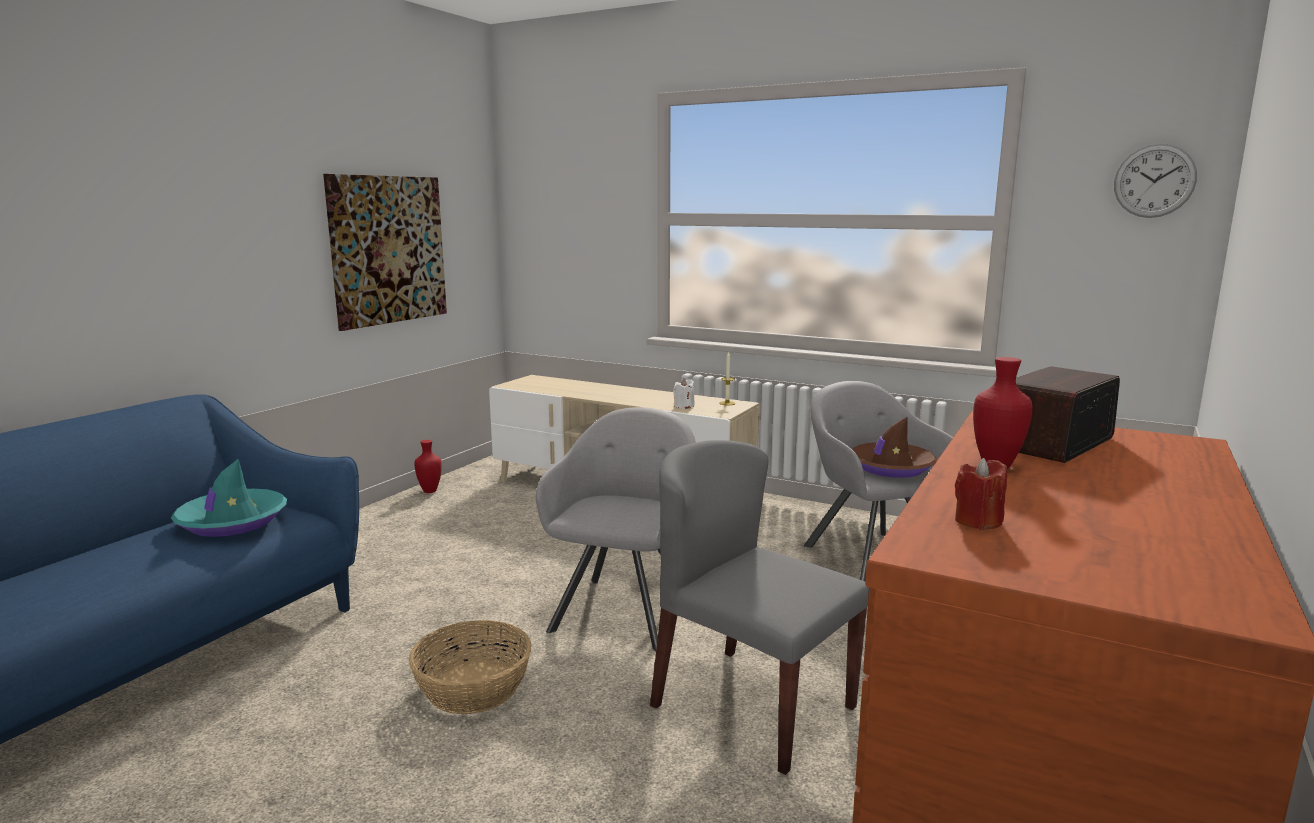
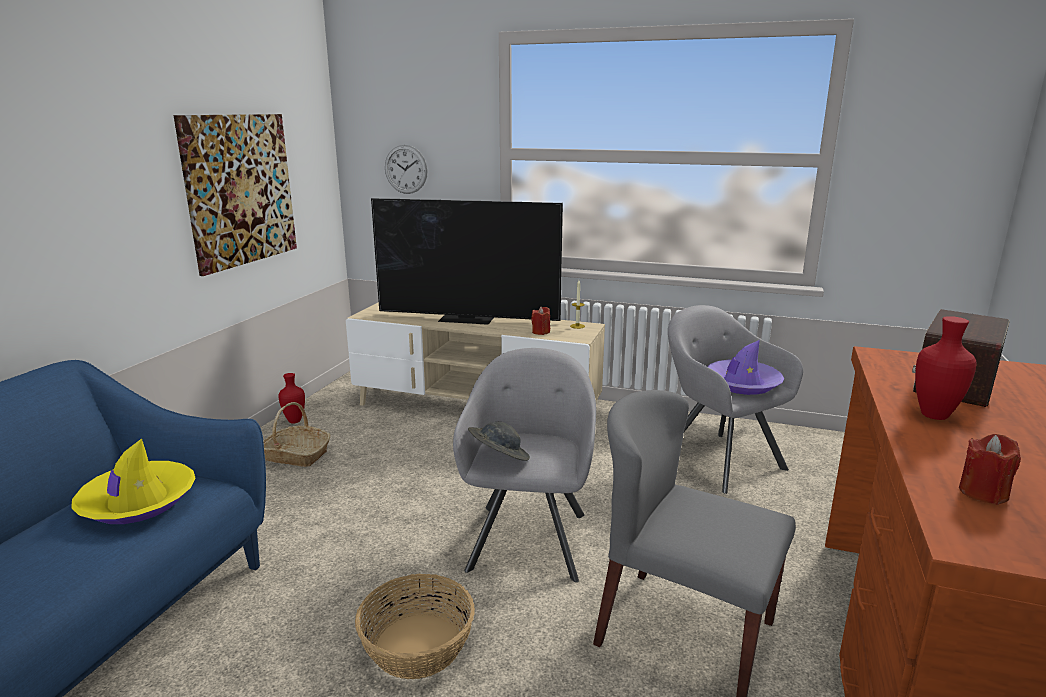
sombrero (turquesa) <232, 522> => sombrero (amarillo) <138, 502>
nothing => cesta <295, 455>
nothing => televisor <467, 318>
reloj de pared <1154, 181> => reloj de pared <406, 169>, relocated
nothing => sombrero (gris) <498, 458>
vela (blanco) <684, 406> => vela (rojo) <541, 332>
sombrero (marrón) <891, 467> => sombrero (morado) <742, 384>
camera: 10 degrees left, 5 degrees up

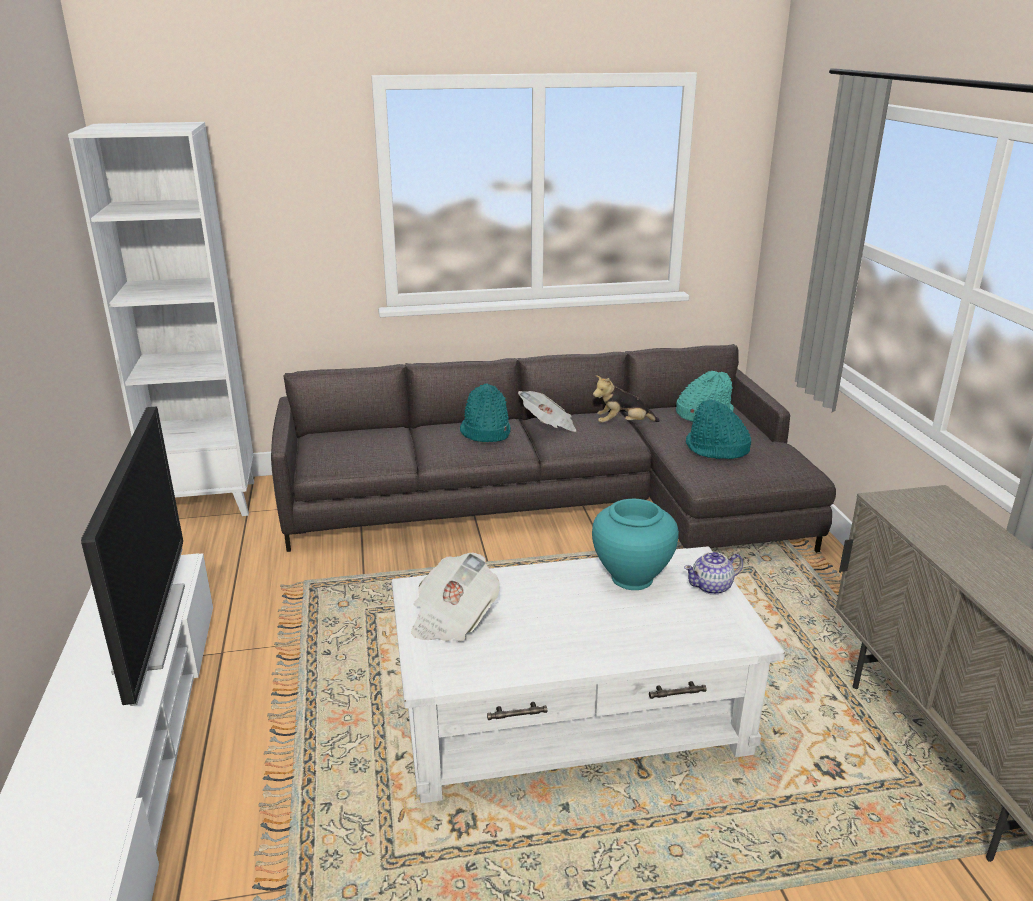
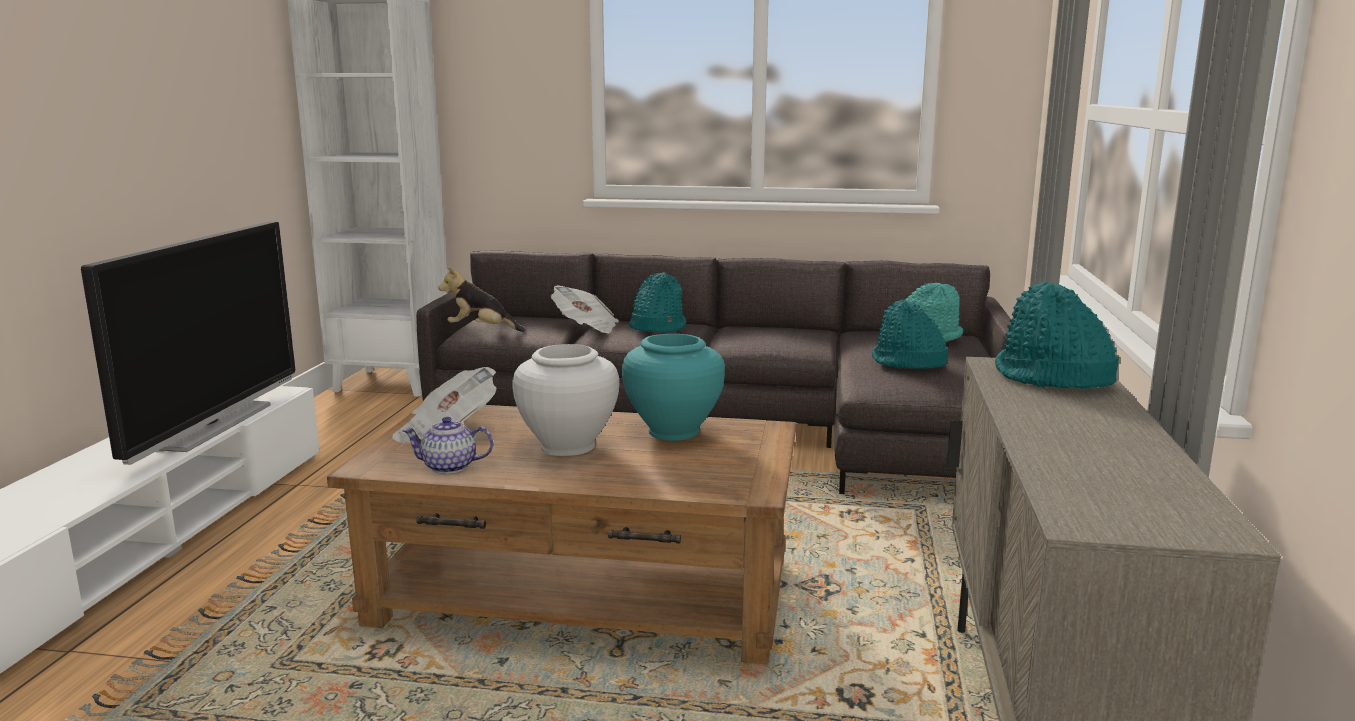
mesa de centro (blanco) <573, 718> => mesa de centro (marrón) <585, 593>
tetera <712, 587> => tetera <450, 467>, relocated
peluche <622, 424> => peluche <481, 330>, relocated
nothing => florero (blanco) <568, 446>
periódico <548, 426> => periódico <586, 327>, relocated
nothing => sombrero (turquesa) <1051, 378>
camera: 20 degrees right, 10 degrees down

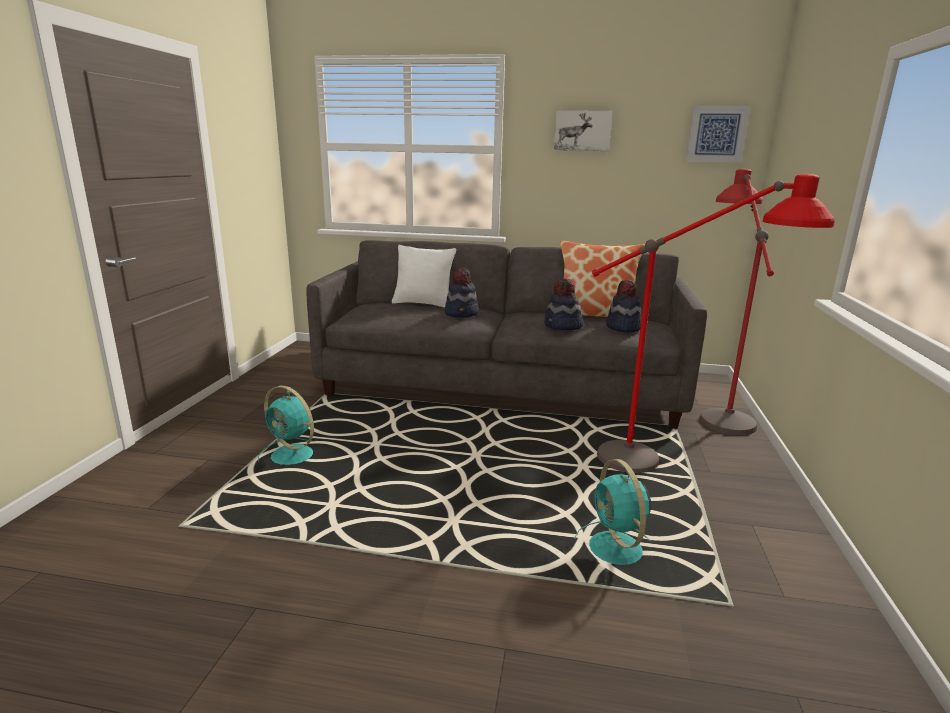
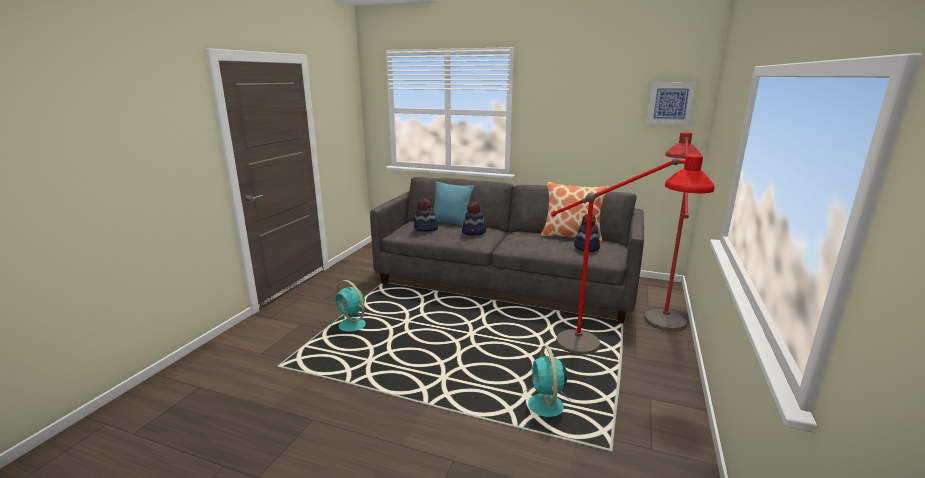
sombrero <563, 326> => sombrero <425, 229>, relocated
cojín (blanco) <423, 304> => cojín (turquesa) <451, 223>
cuadro <582, 131> => nothing
camera: 10 degrees right, 0 degrees up

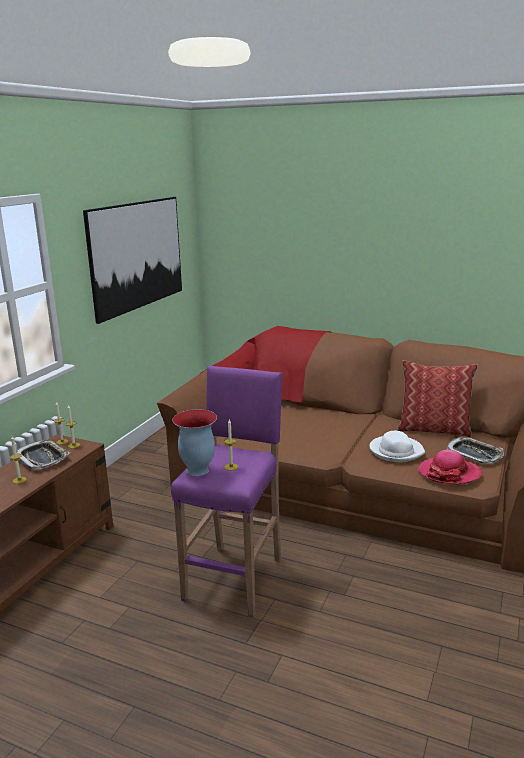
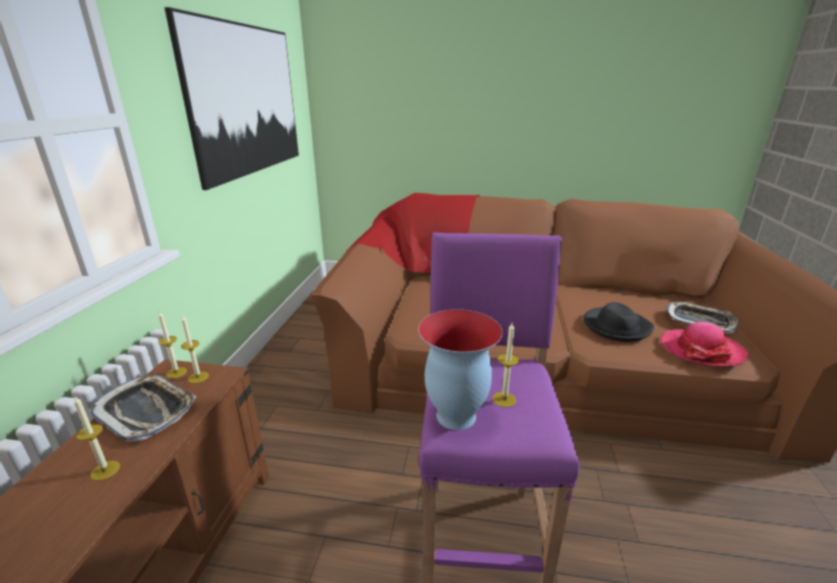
sombrero (blanco) <396, 451> => sombrero (negro) <616, 327>
cojín <434, 429> => nothing
camera: 15 degrees left, 5 degrees up

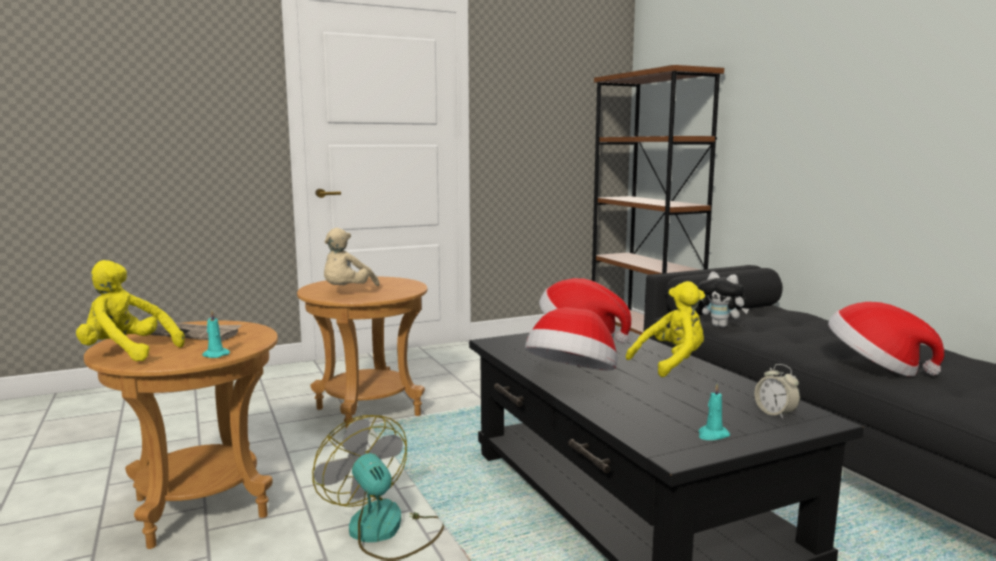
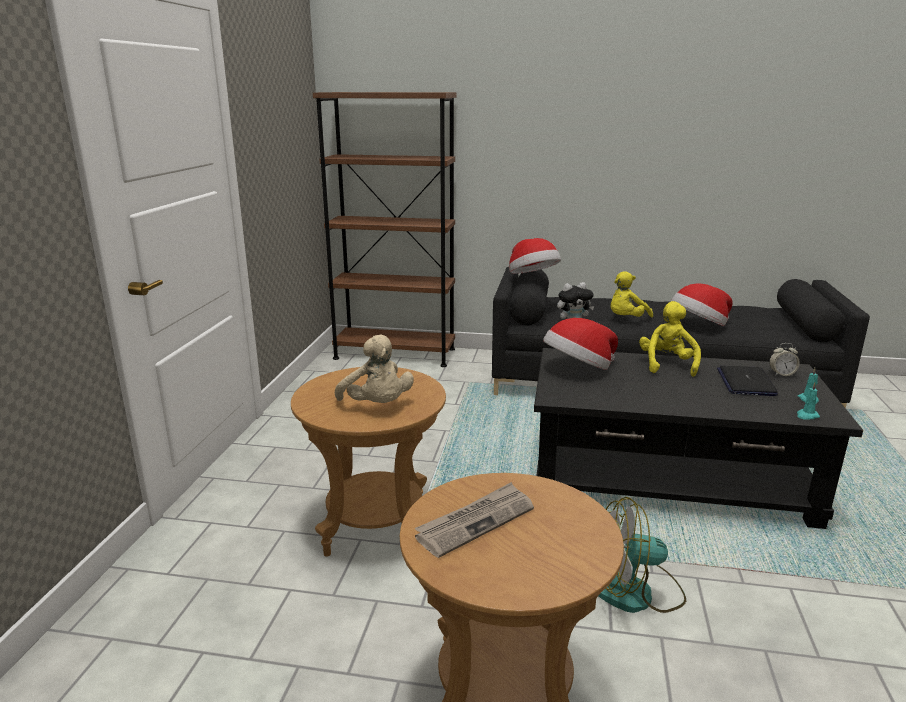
sombrero <572, 378> => sombrero <532, 277>, relocated
peluche (amarillo) <126, 353> => peluche (amarillo) <626, 319>, relocated
nothing => portátil <745, 382>
vela (turquesa) <215, 355> => vela (turquesa) <807, 416>, relocated
camera: 55 degrees left, 10 degrees up

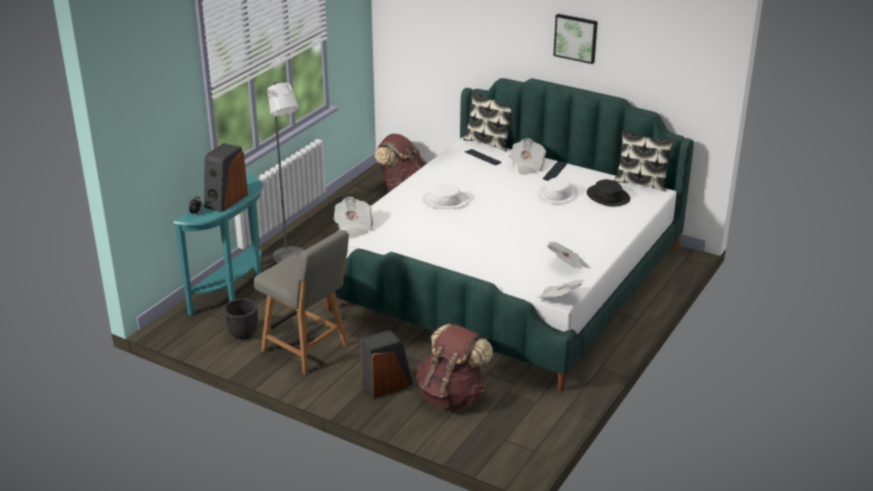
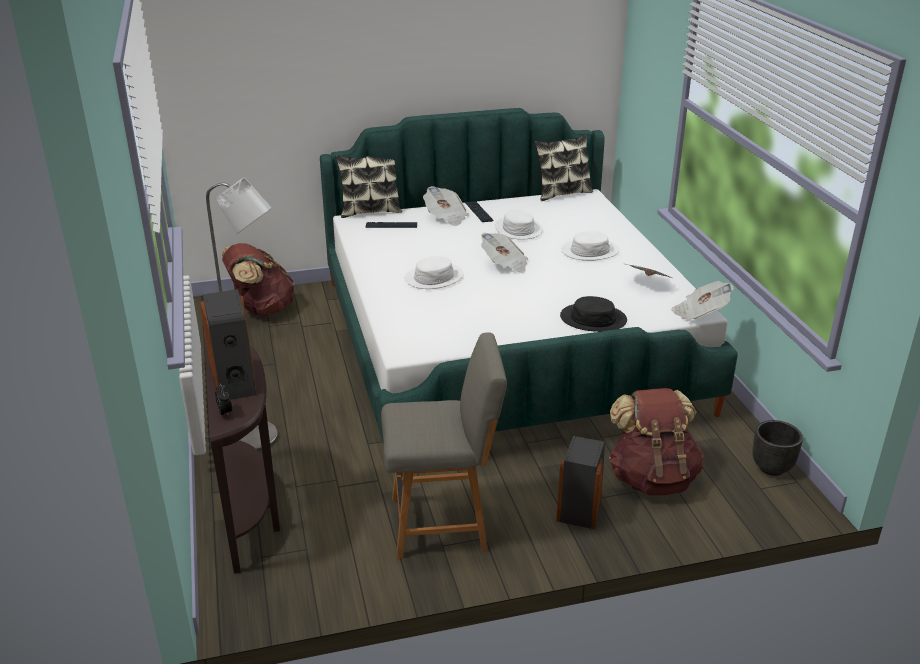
mesa consola (turquesa) <235, 292> => mesa consola (marrón) <252, 511>
periódico <354, 227> => periódico <505, 265>, relocated
sombrero (negro) <608, 196> => sombrero (negro) <593, 319>, relocated
nothing => sombrero (blanco) <589, 251>
maceta (negro) <243, 333> => maceta (negro) <771, 467>, relocated
cuadro <576, 38> => nothing
camera: 45 degrees left, 0 degrees up

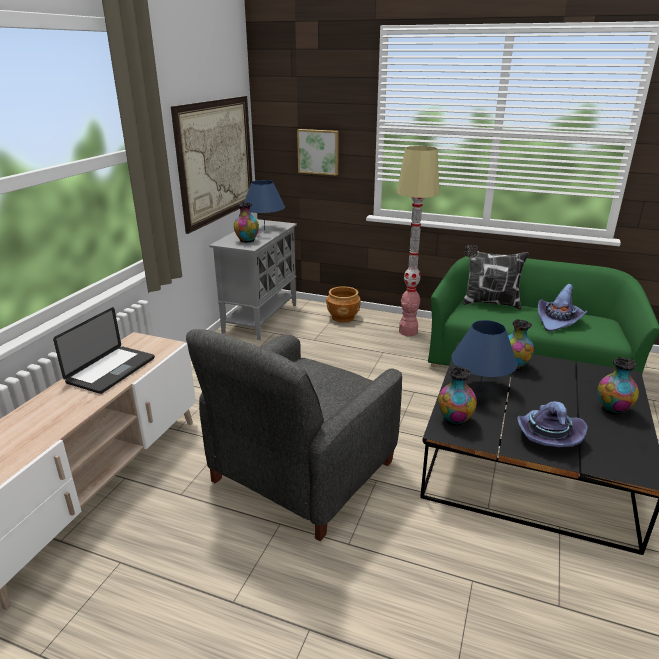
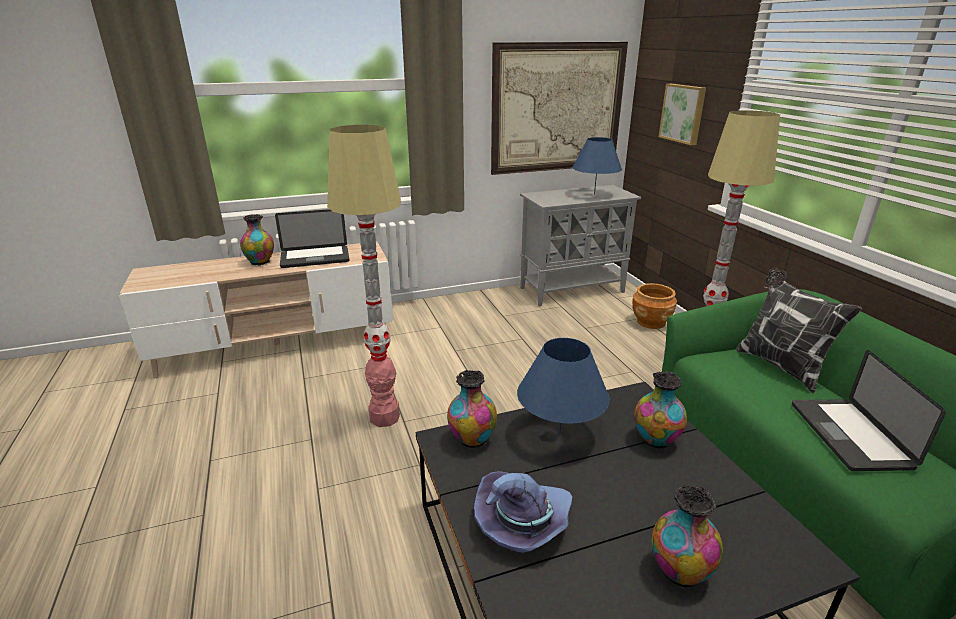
florero <247, 241> => florero <260, 262>, relocated
sillón (gris) <301, 472> => lámpara de pie <384, 417>
sombrero (morado) <558, 321> => portátil <849, 435>
camera: 50 degrees right, 0 degrees up

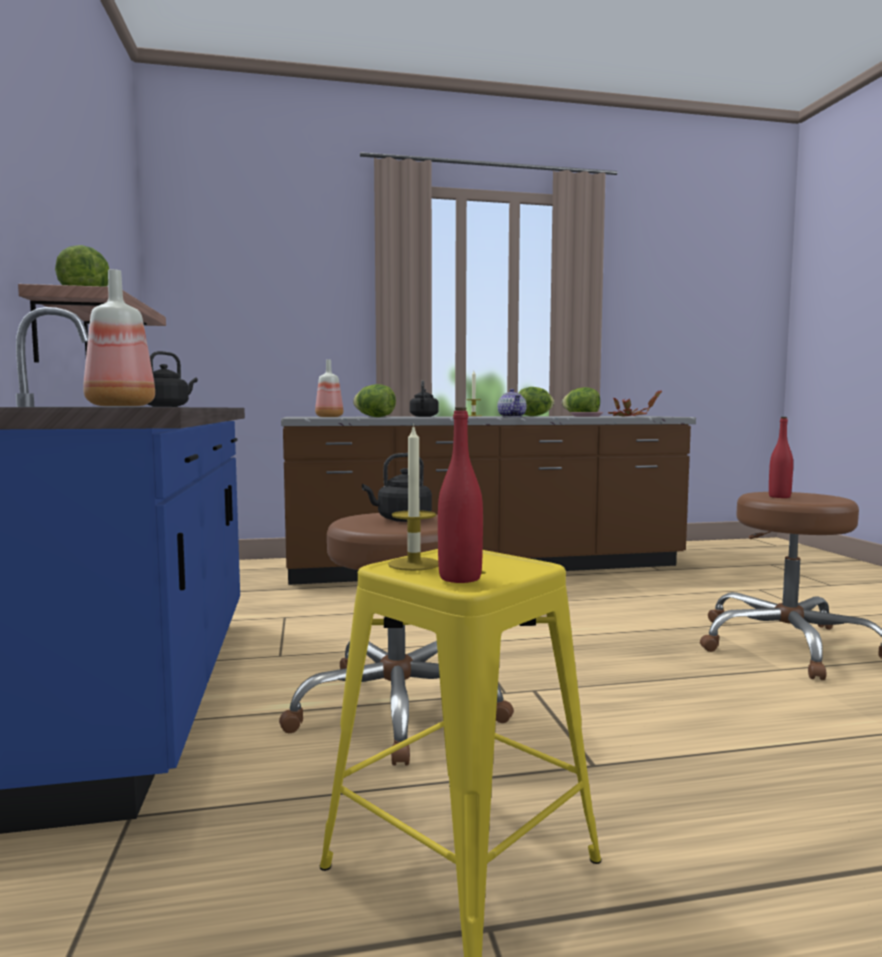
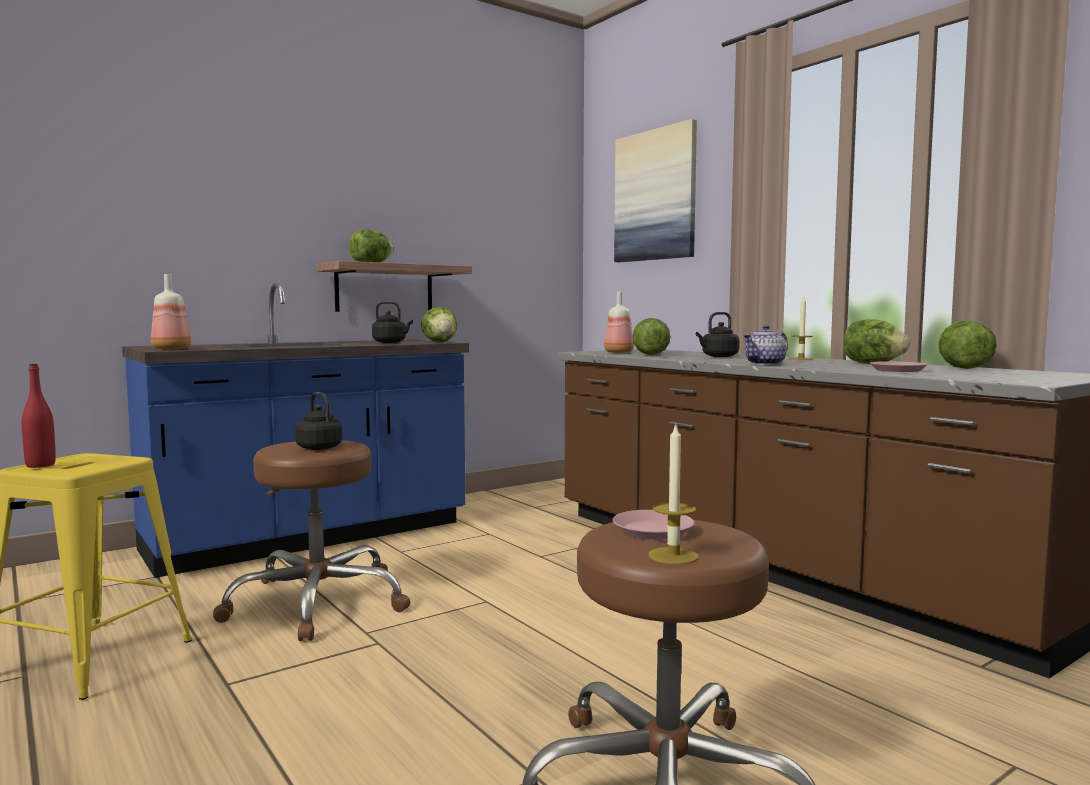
nothing => lechuga <440, 342>
botella (rojo) <779, 497> => plato (rosa) <652, 531>
nothing => cuadro <655, 195>
vela <414, 564> => vela <673, 556>, relocated
planta en maceta <630, 416> => nothing
camera: 65 degrees right, 0 degrees up

